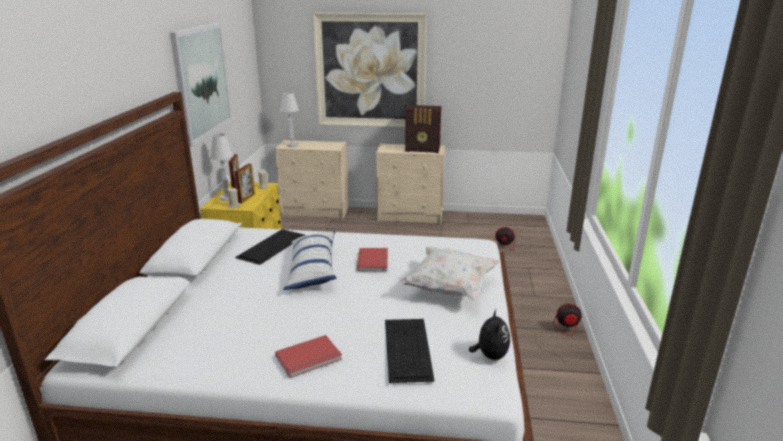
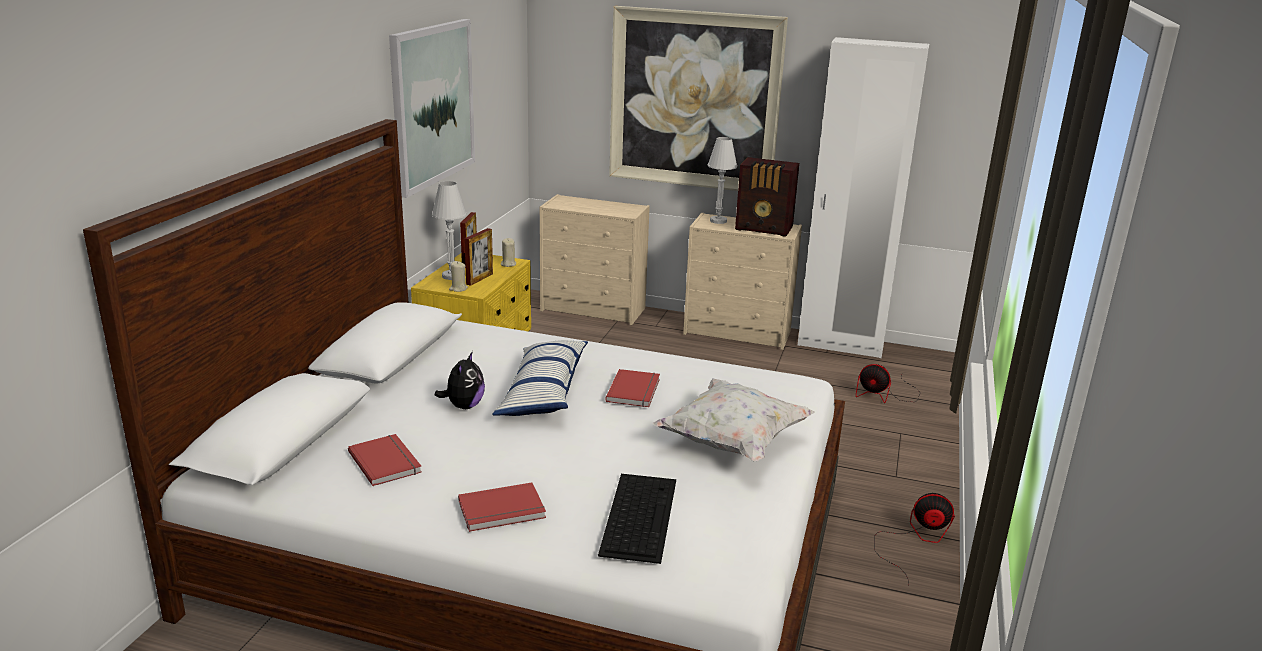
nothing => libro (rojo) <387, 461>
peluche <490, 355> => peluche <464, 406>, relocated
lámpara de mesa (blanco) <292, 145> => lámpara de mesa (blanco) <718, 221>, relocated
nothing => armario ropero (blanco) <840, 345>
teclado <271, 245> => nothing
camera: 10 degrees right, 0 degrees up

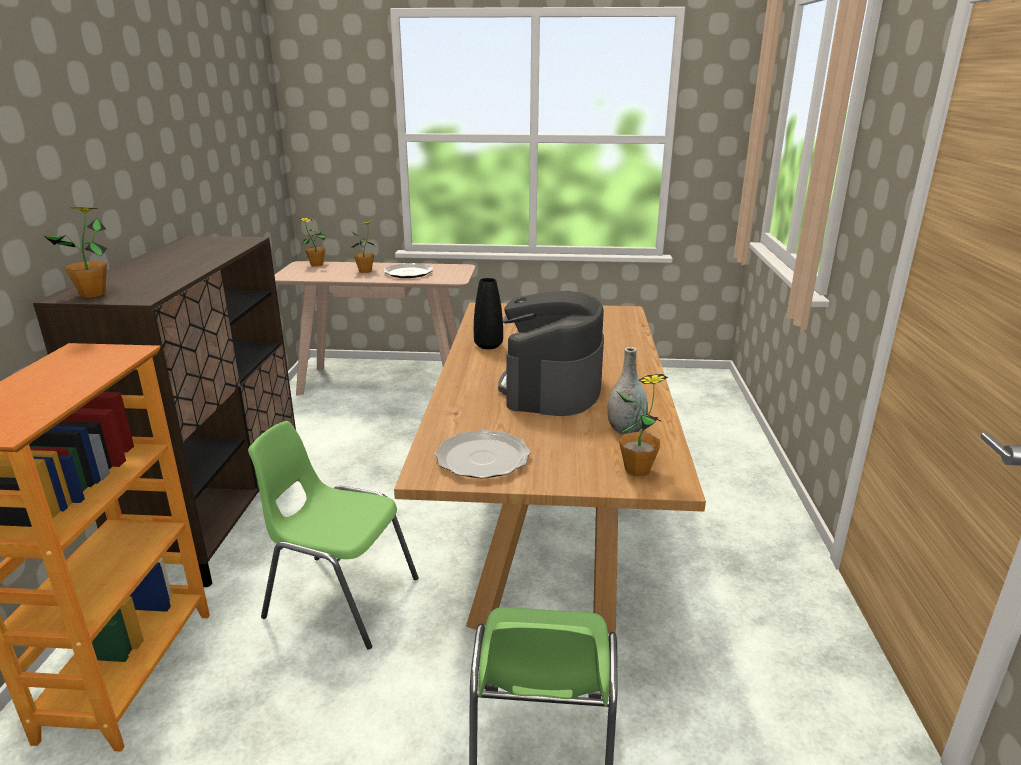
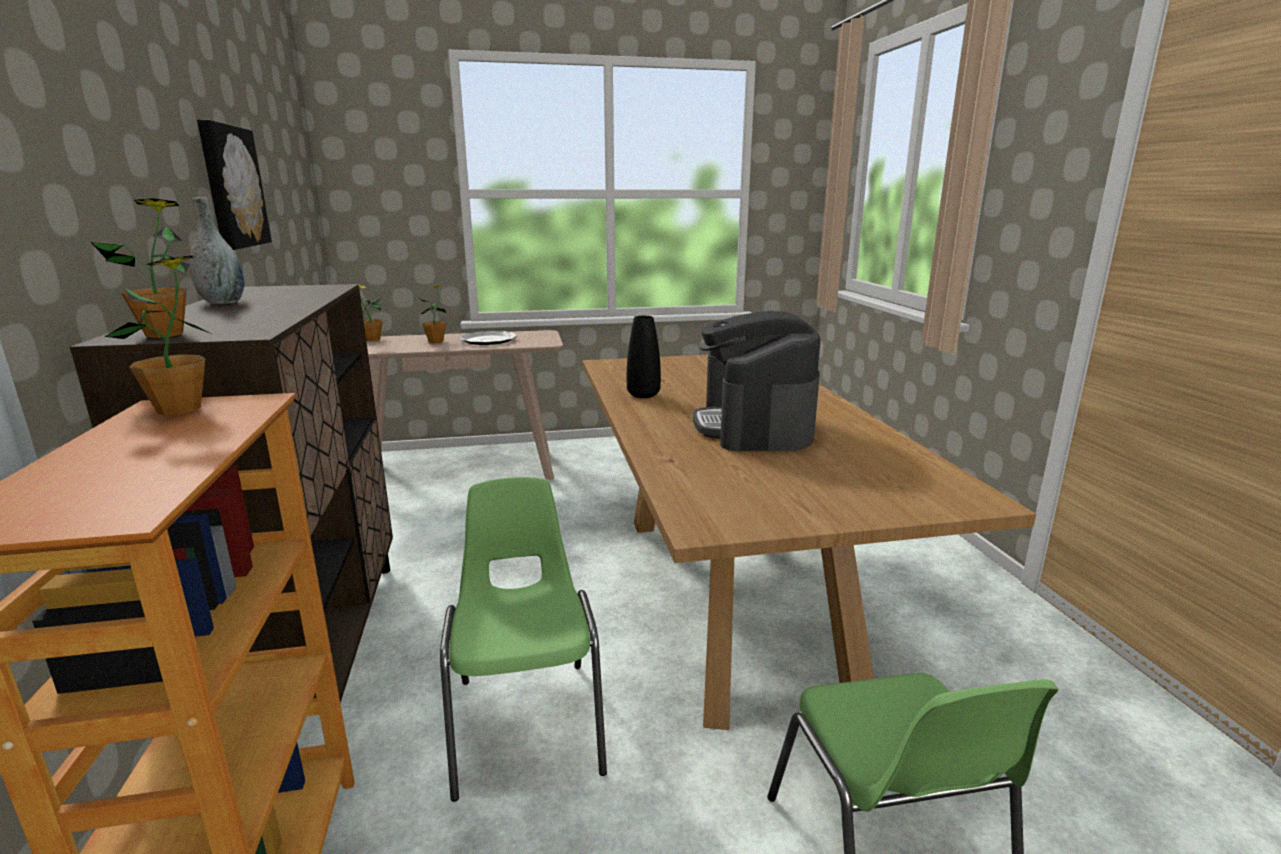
planta en maceta <637, 470> => planta en maceta <179, 409>, relocated
florero (gris) <625, 430> => florero (gris) <223, 302>, relocated
nothing => cuadro <231, 187>
silla (verde) <340, 597> => silla (verde) <527, 722>, 75 degrees clockwise
plato <483, 458> => nothing
camera: 15 degrees left, 5 degrees down

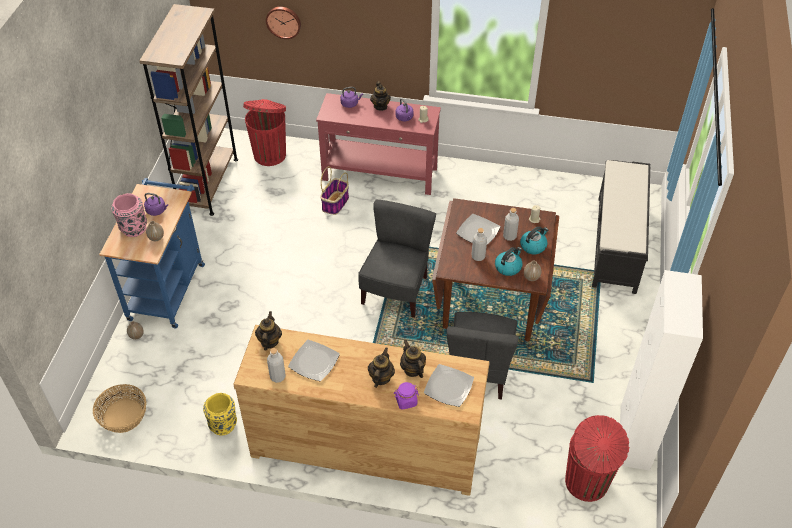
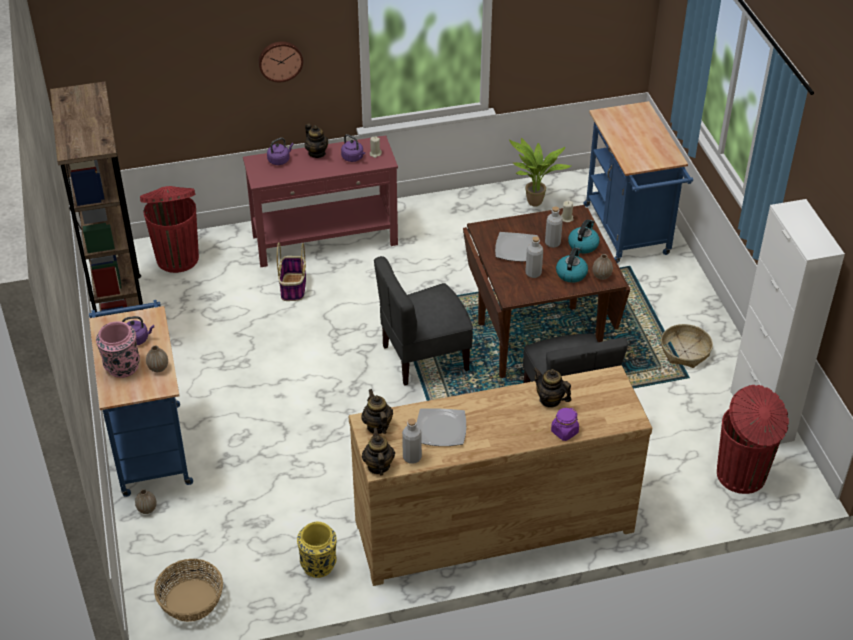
reloj de pared <283, 21> => reloj de pared <280, 60>, relocated
tetera <380, 378> => tetera <378, 466>, relocated
silla (gris) <396, 291> => silla (gris) <424, 357>, 105 degrees counterclockwise
nothing => planta en maceta <533, 204>
banco (negro) <616, 244> => carrito (azul) <629, 234>
nothing => cesta <685, 351>
plato <448, 386> => nothing
camera: 25 degrees left, 5 degrees down

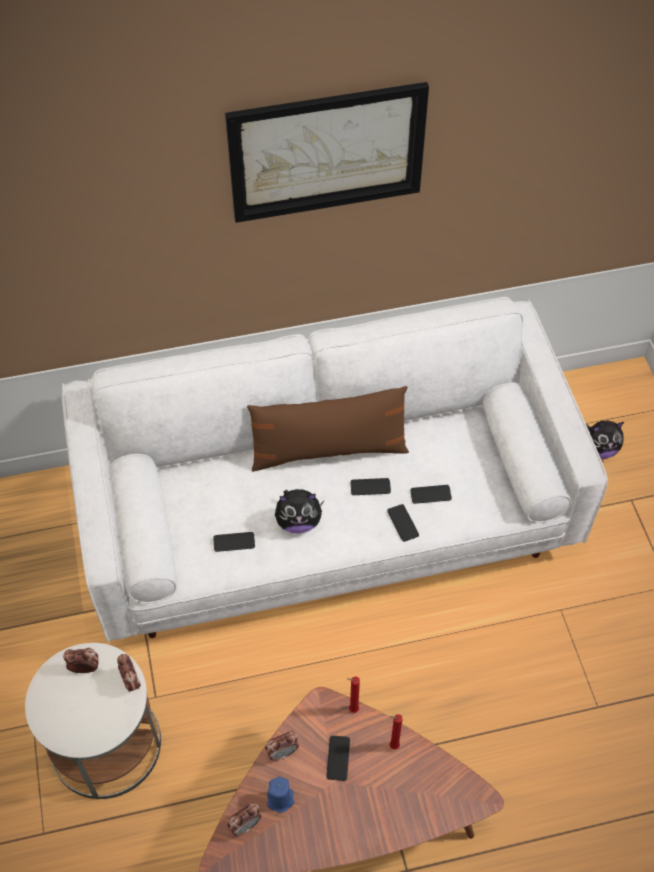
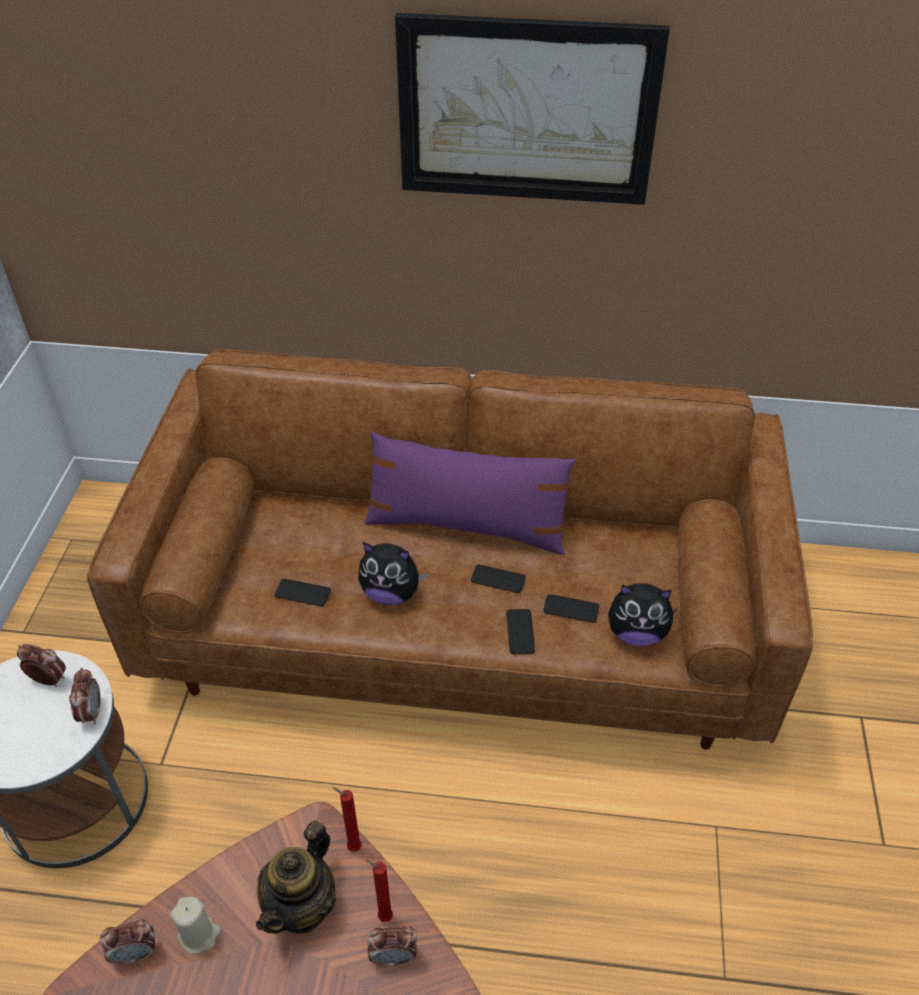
sofá (blanco) <327, 516> => sofá (marrón) <459, 623>
vela (azul) <280, 799> => vela (beis) <199, 934>
móvil <338, 758> => tetera <302, 906>
cojín (marrón) <328, 450> => cojín (morado) <466, 526>
despertador <282, 752> => despertador <393, 957>, relocated
peluche <598, 450> => peluche <636, 633>, relocated
camera: 20 degrees right, 10 degrees down

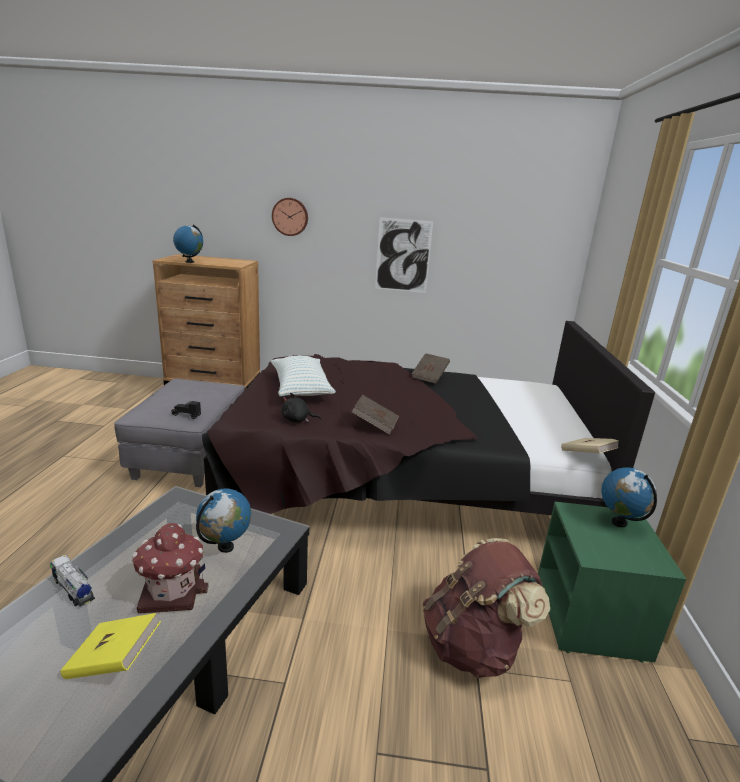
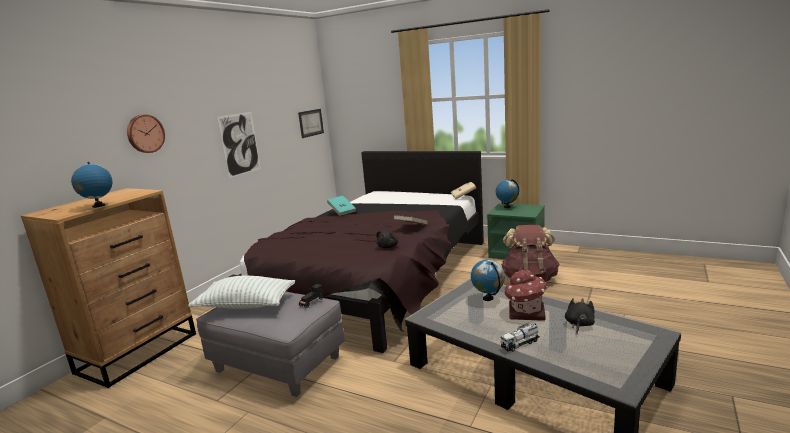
cojín <300, 389> => cojín <246, 305>, relocated
nothing => cuadro <311, 123>
libro (marrón) <429, 376> => libro (turquesa) <342, 211>
libro (amarillo) <114, 661> => peluche (negro) <579, 324>
camera: 65 degrees left, 5 degrees down

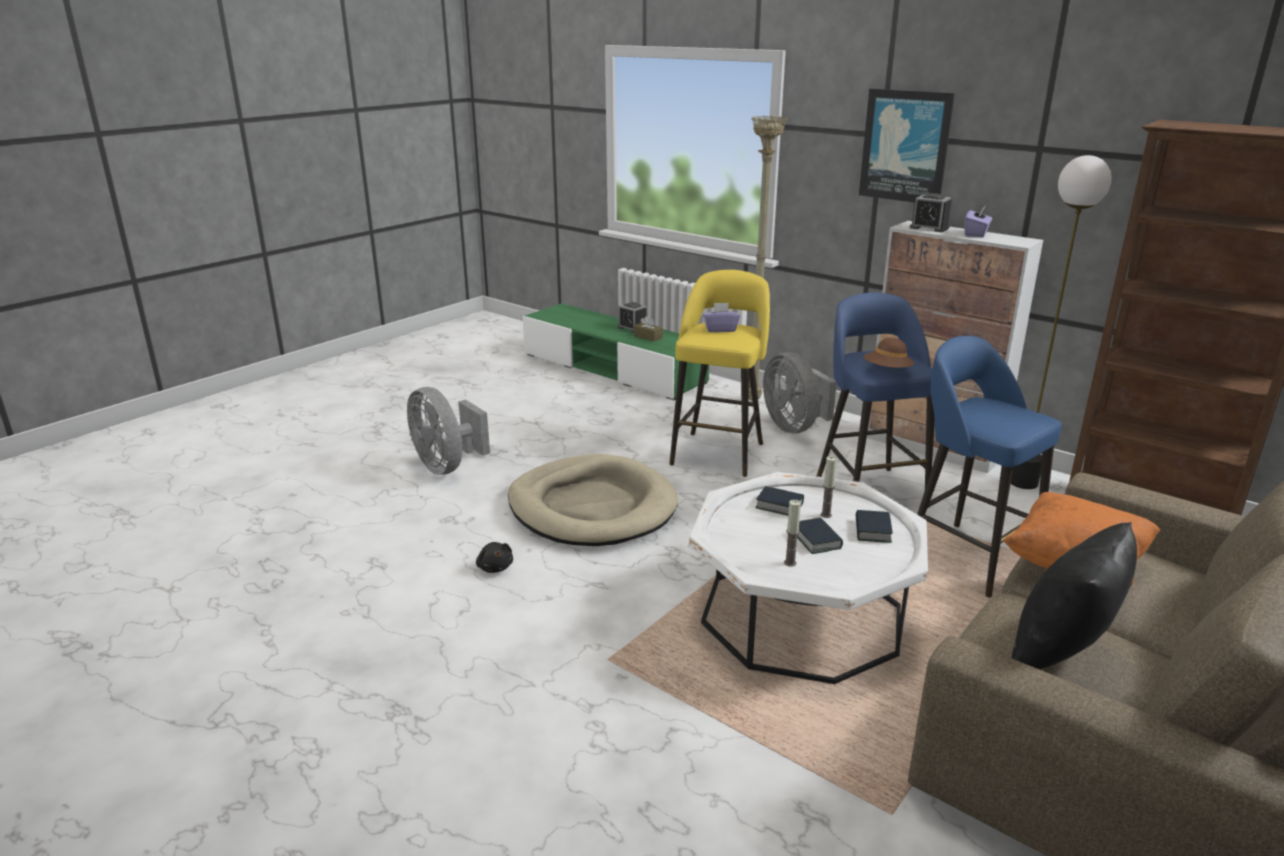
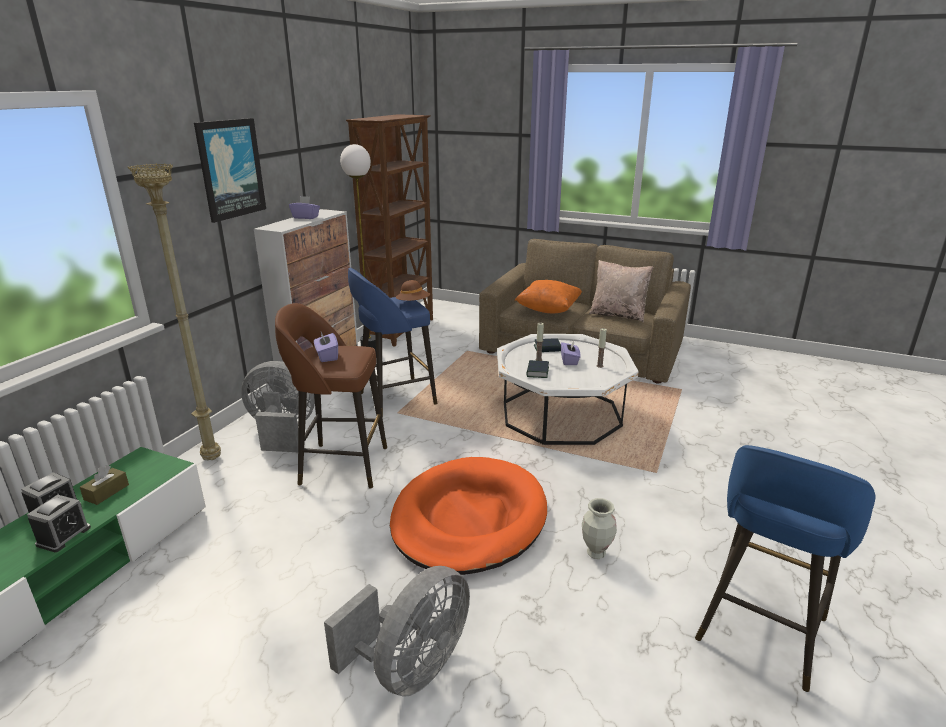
despertador <929, 228> => despertador <63, 536>, relocated
ventilador (gris) <794, 427> => ventilador (gris) <282, 432>, 135 degrees counterclockwise
taburete (amarillo) <718, 452> => taburete (marrón) <341, 465>
cama para perro (beis) <592, 507> => cama para perro (naranja) <469, 519>
libro <816, 540> => caja de pañuelos (morado) <569, 361>
peluche (negro) <495, 567> => florero <596, 553>
cojín (negro) <1062, 650> => cojín (beis) <618, 315>
taburete (azul) <967, 557> => taburete (azul) <759, 632>, relocated
camera: 105 degrees left, 0 degrees up

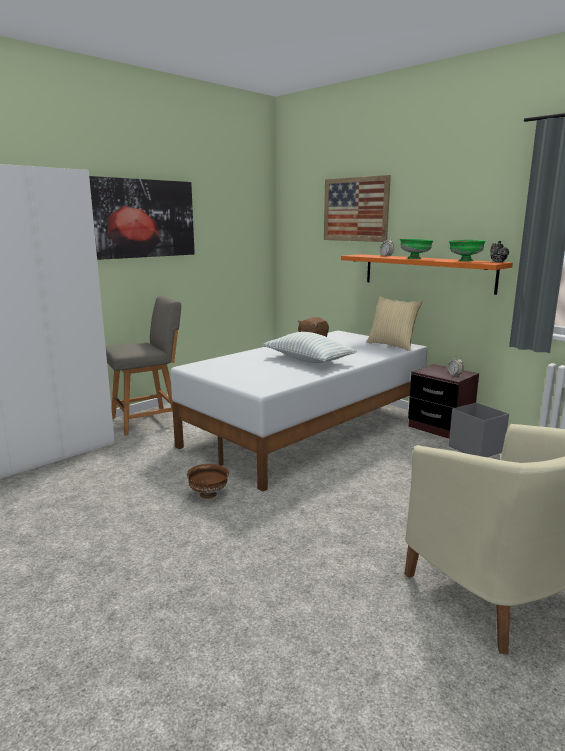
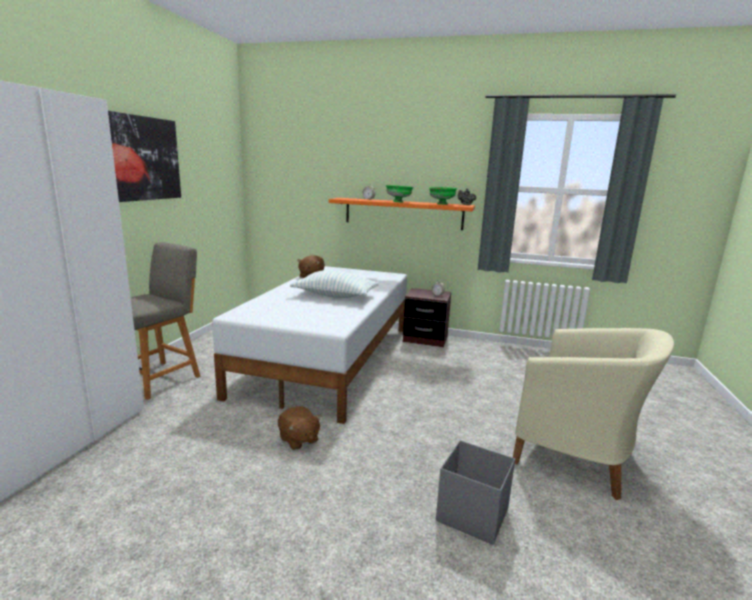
cuenco (marrón) <209, 494> => peluche (marrón) <298, 440>
caja de almacenaje (gris) <475, 449> => caja de almacenaje (gris) <471, 514>, relocated
cuadro <355, 209> => nothing
cojín <392, 345> => nothing
camera: 30 degrees left, 0 degrees up

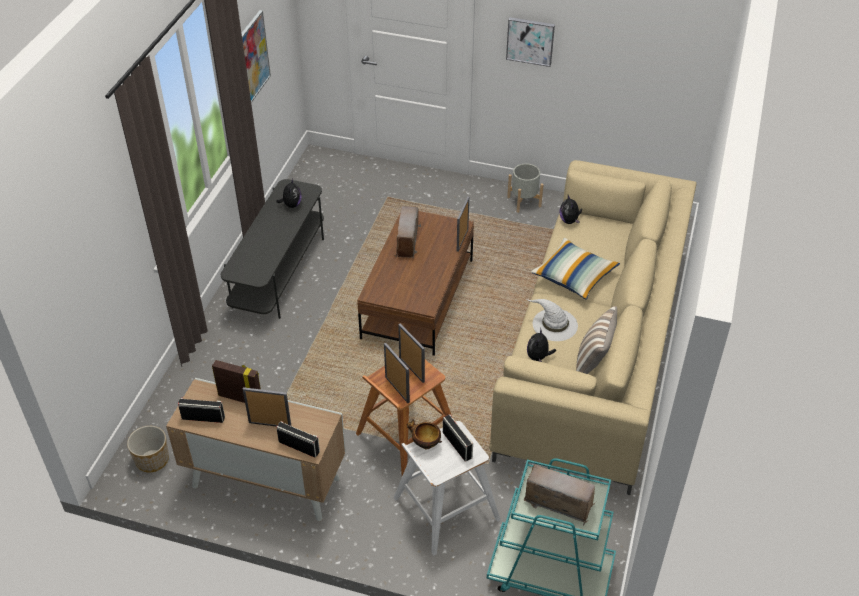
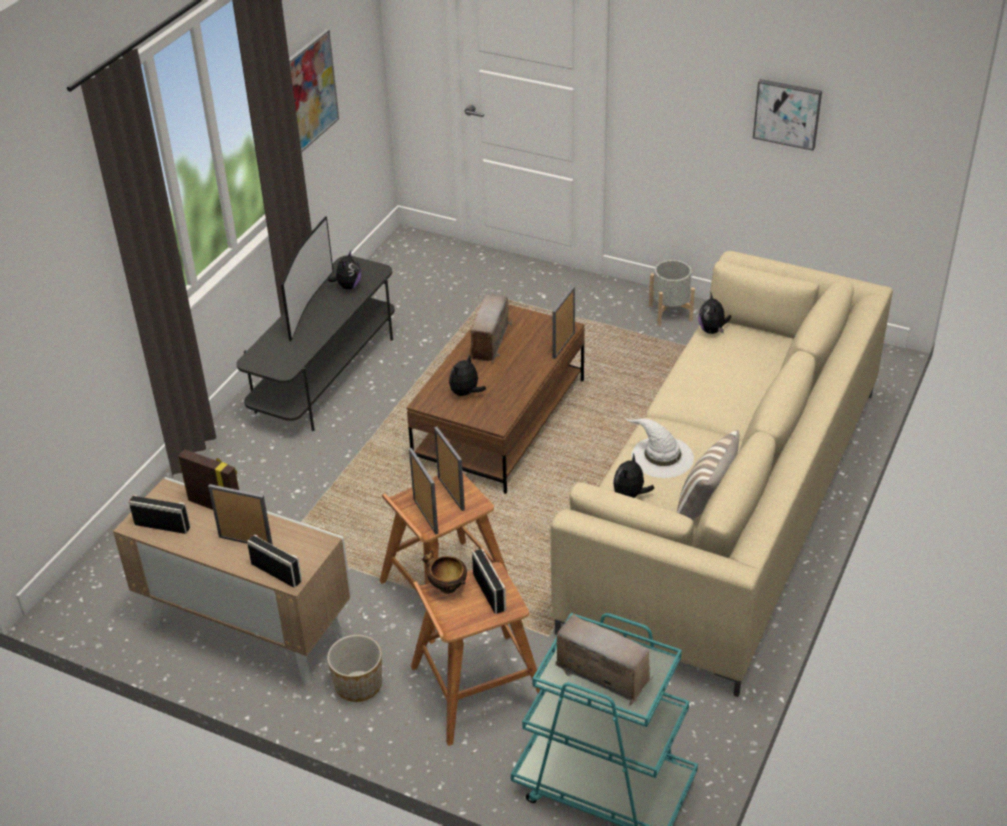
nothing => televisor <307, 304>
maceta <152, 460> => maceta <357, 685>, relocated
taburete (blanco) <445, 509> => taburete (marrón) <477, 688>
nothing => peluche <465, 393>
cuadro <530, 41> => cuadro <787, 113>, relocated
cojín <574, 276> => nothing
camera: 10 degrees right, 5 degrees down

